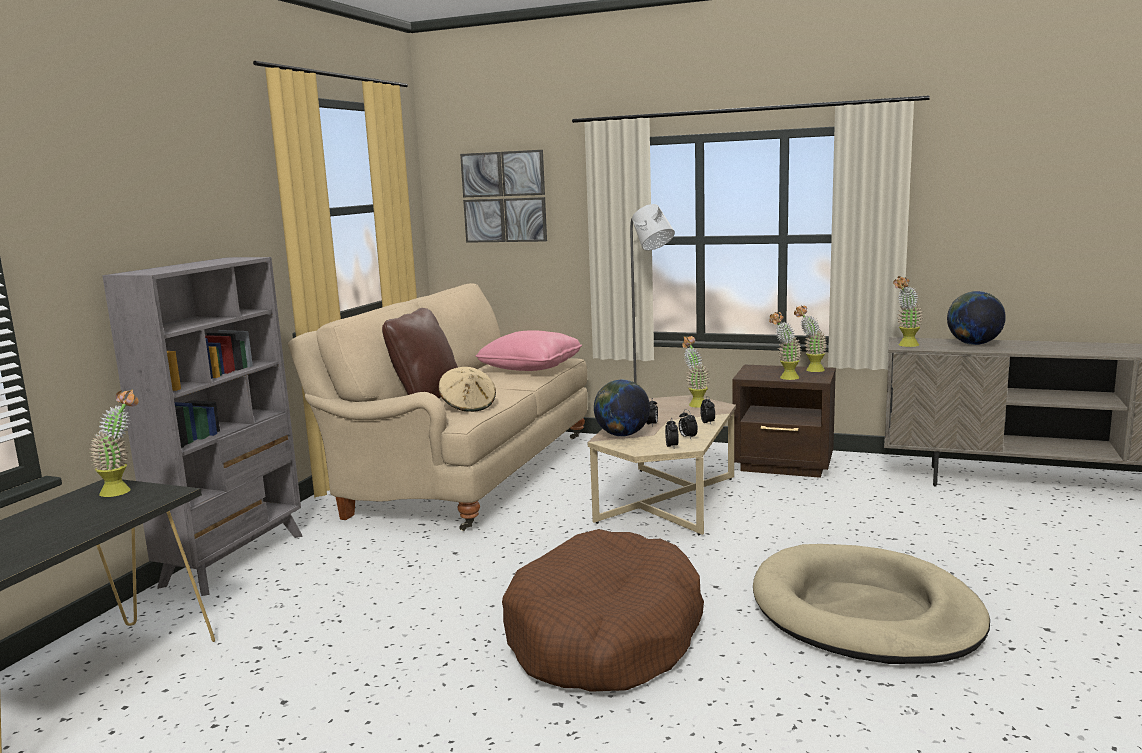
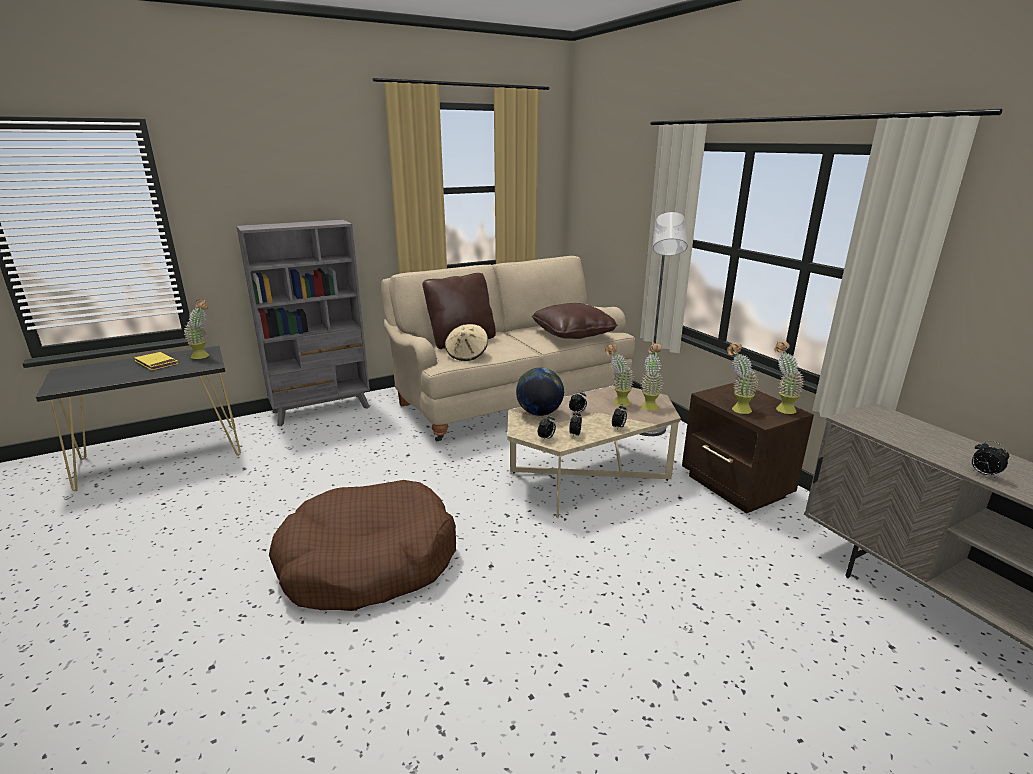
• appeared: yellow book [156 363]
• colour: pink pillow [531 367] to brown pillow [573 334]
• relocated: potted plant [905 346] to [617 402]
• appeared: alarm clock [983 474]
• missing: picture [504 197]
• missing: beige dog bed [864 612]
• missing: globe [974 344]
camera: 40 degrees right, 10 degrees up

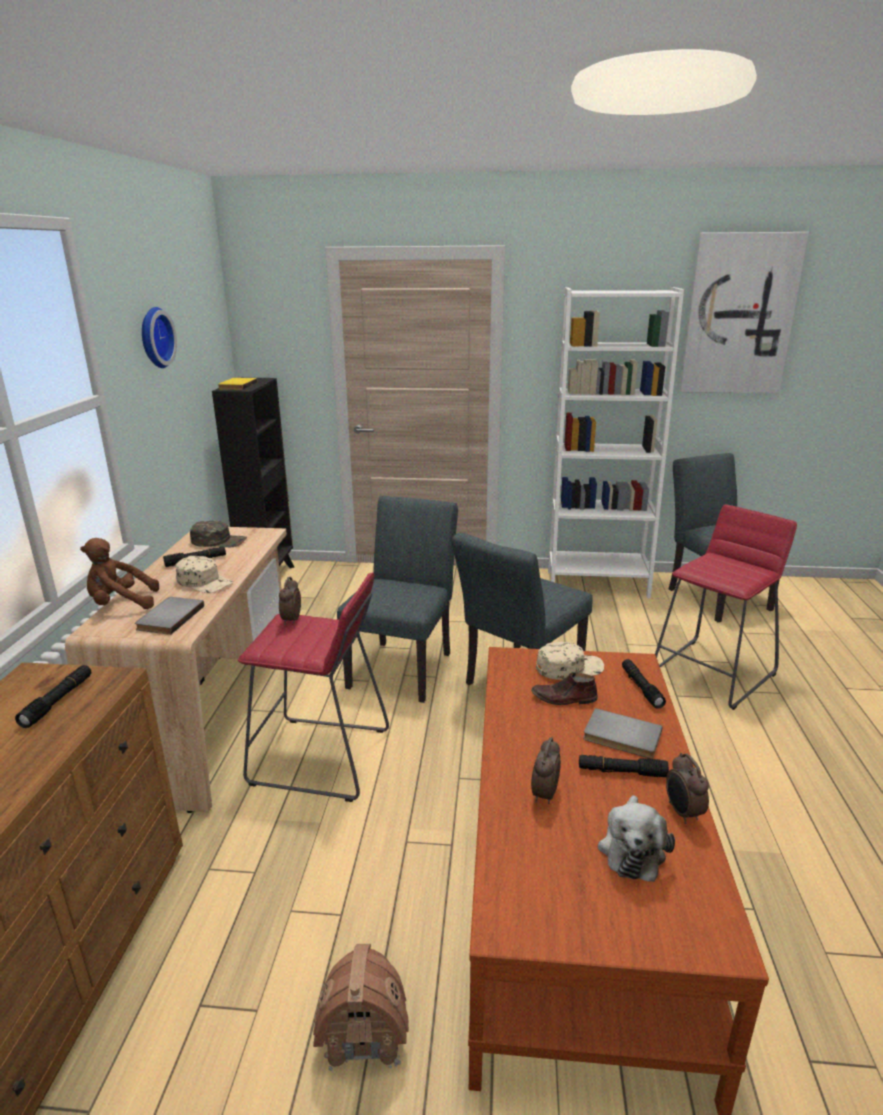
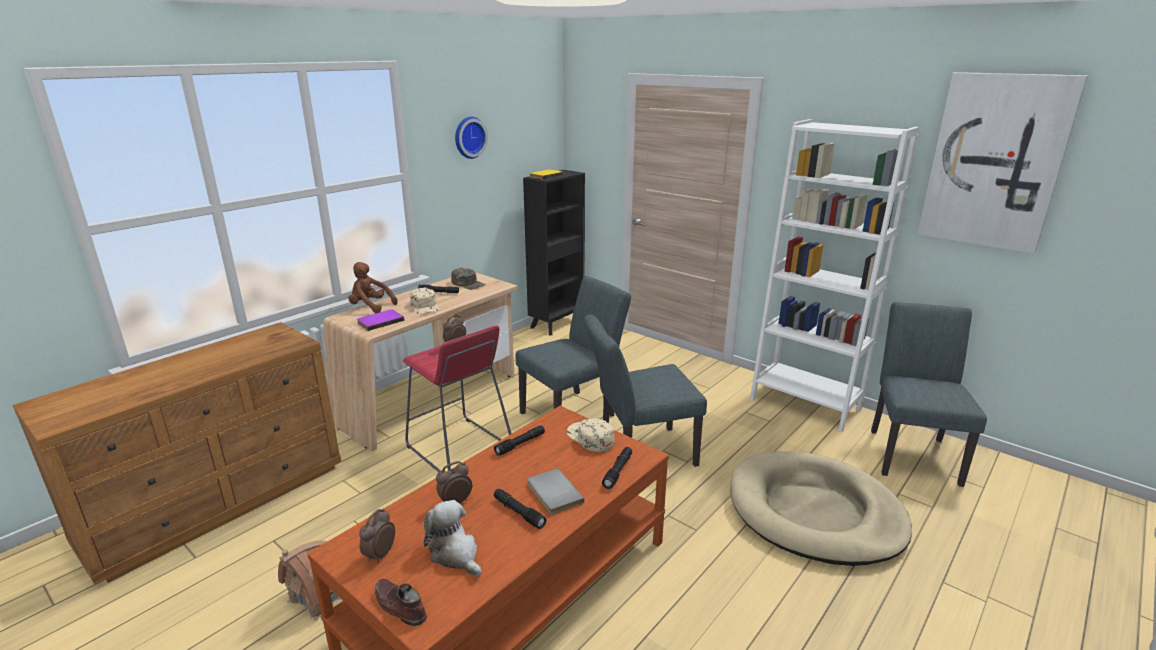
• colour: grey book [168 617] to purple book [380 321]
• relocated: alarm clock [682 812] to [379 555]
• relocated: brown shoe [564 698] to [399 606]
• spun: plush toy [632 849] = [455 554] 90 degrees clockwise
• relocated: black flashlight [58 701] to [520 444]
• spun: beige cap [569 667] = [590 438] 150 degrees counterclockwise
• exchanged: red stool [712 673] to beige dog bed [814 512]
camera: 35 degrees right, 0 degrees up

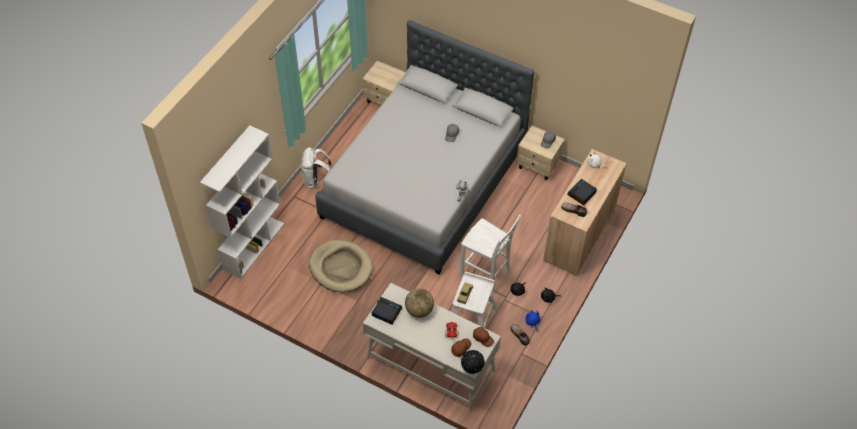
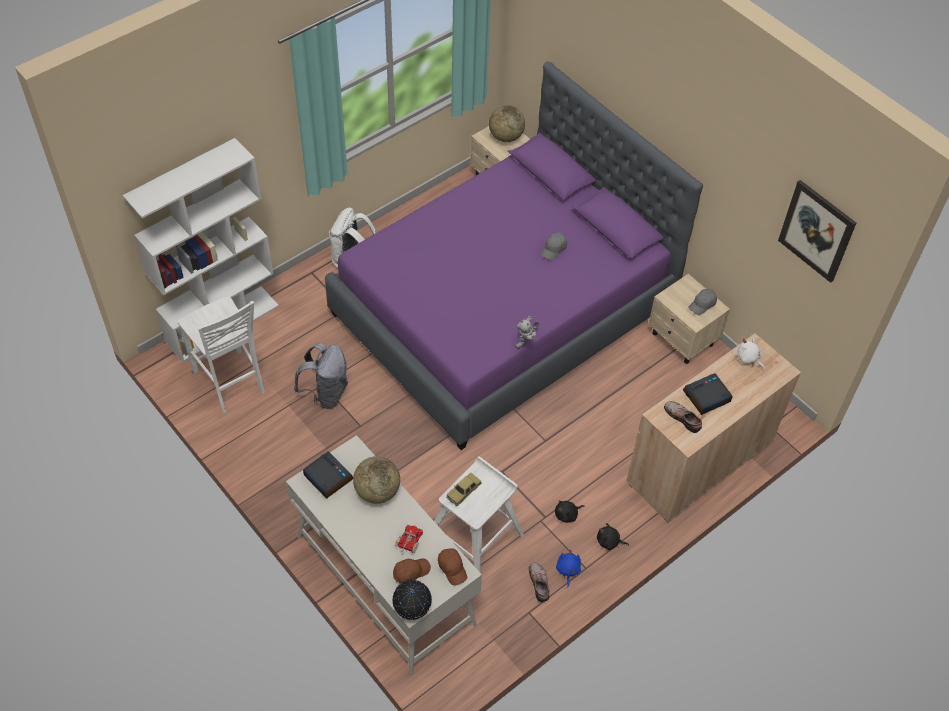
• relocated: white chair [486 274] to [230 383]
• exchanged: beige dog bed [341 268] to grey backpack [326 393]
• colour: grey bed [424 182] to purple bed [503 310]
• appeared: globe [506 137]
• appeared: picture [817 231]
camera: 20 degrees right, 0 degrees up

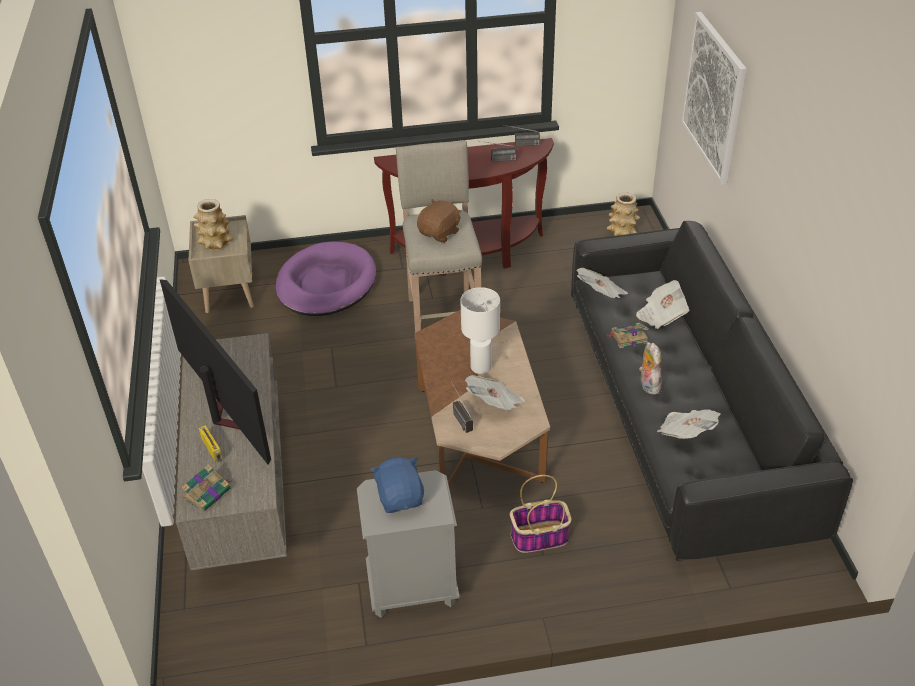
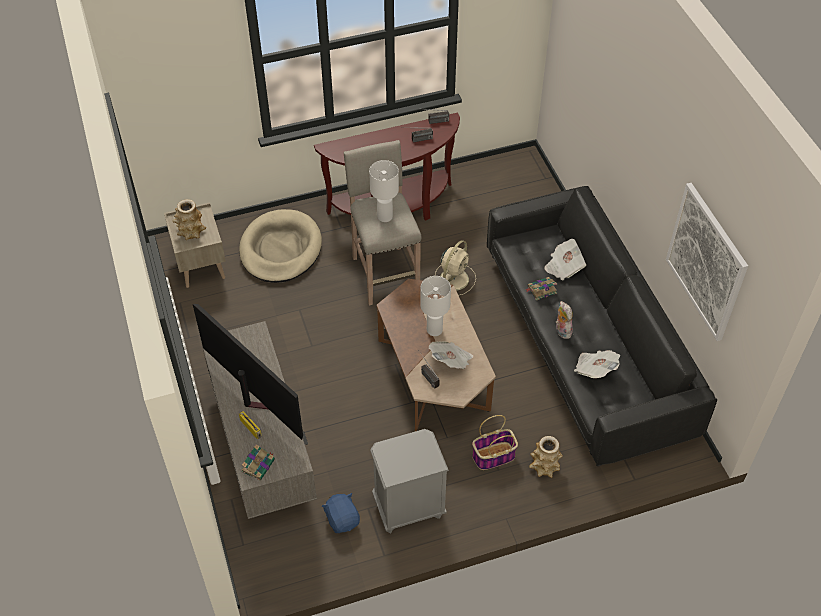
• colour: purple dog bed [326 284] to beige dog bed [280 249]
• relocated: blue plush toy [400 497] to [342 519]
• exchanged: brown plush toy [440 233] to white table lamp [384 217]
• appeared: beige fan [454 278]
• relocated: vase [622 232] to [544 466]
• relocated: picture [713 97] to [706 261]
• missing: newspaper [601 294]
camera: 10 degrees left, 10 degrees up

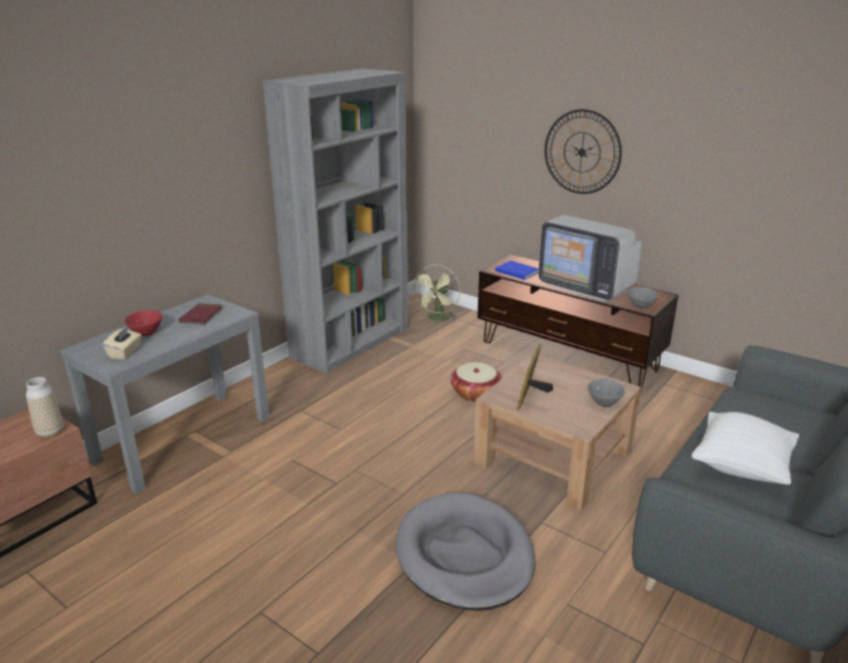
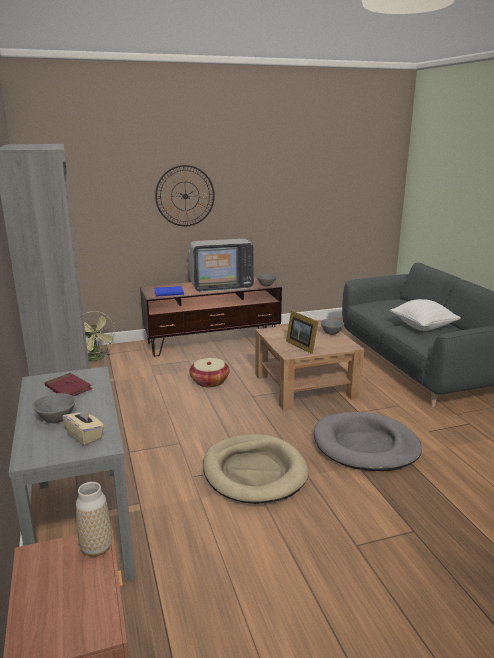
• colour: red bowl [145 333] to grey bowl [56 419]
• appeared: beige dog bed [254 472]
camera: 55 degrees left, 5 degrees down

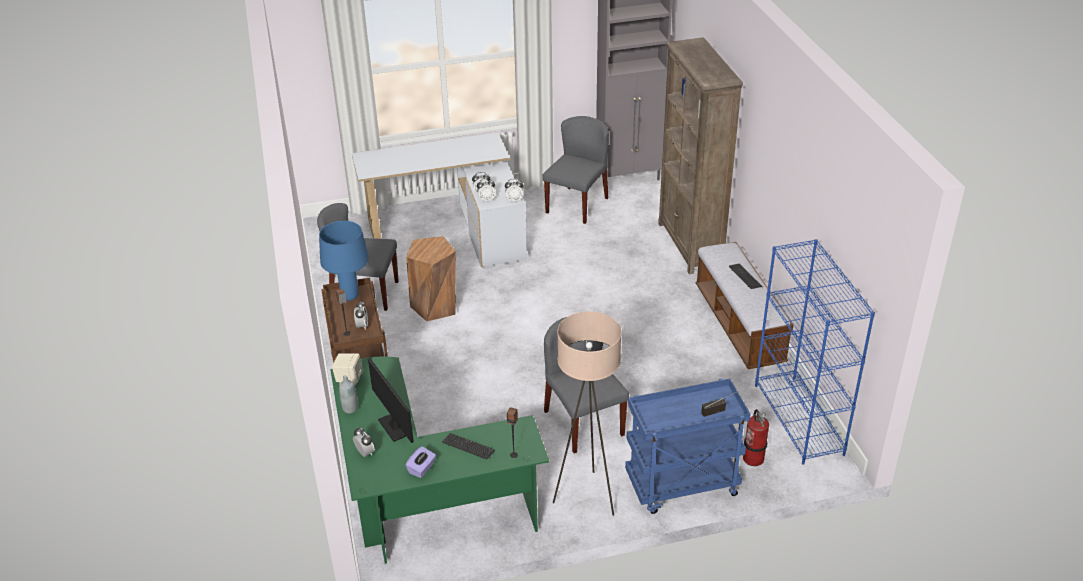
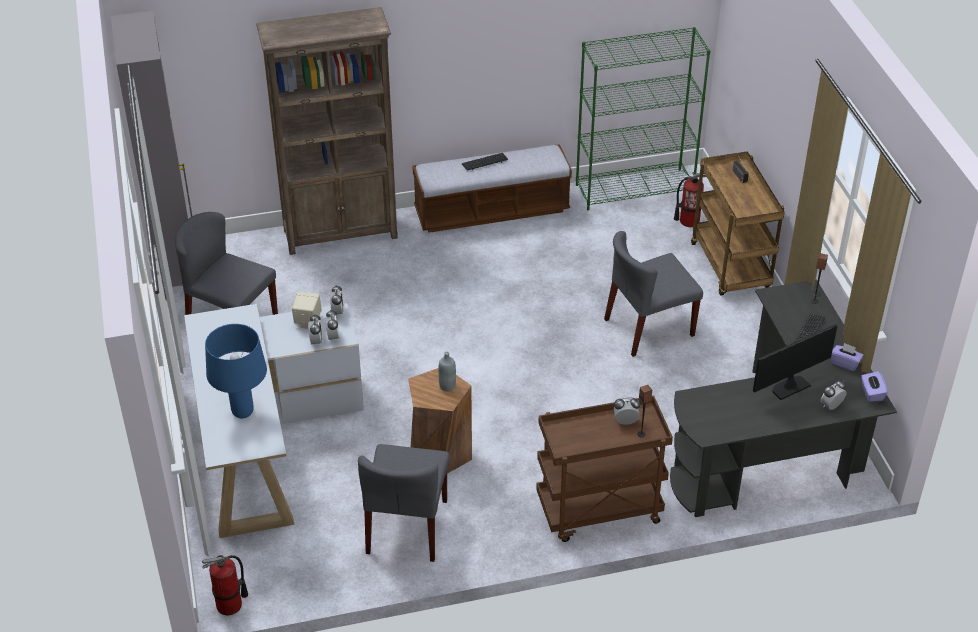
• appeared: fire extinguisher [229 605]
• relocated: blue table lamp [350 297] to [243 412]
• relocated: beige speaker [349 380] to [307 321]
• relocated: grey bottle [350 408] to [447 386]
• colour: blue bookcase [799 419] to green bookcase [635 189]
• colour: green desk [420 501] to black desk [777 449]
• colour: blue cart [681 487] to brown cart [731 267]
• appeared: purple tissue box [871 393]
• missing: beige floor lamp [586 496]
camera: 90 degrees left, 5 degrees up

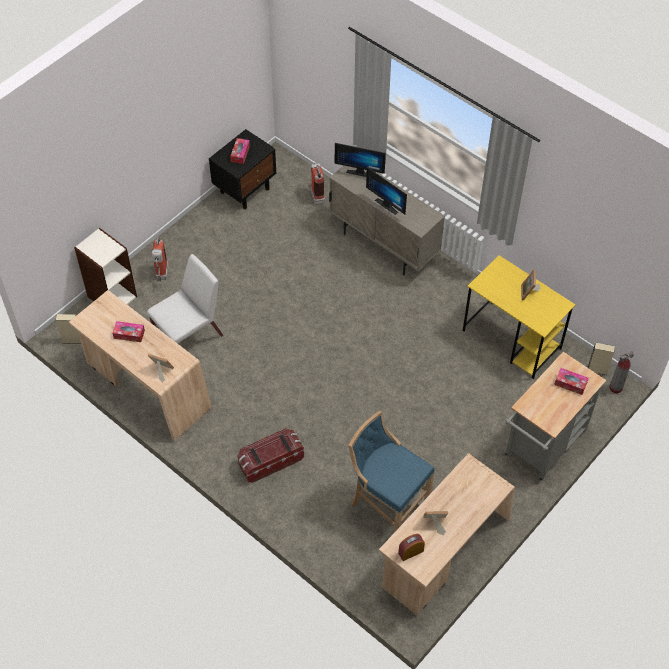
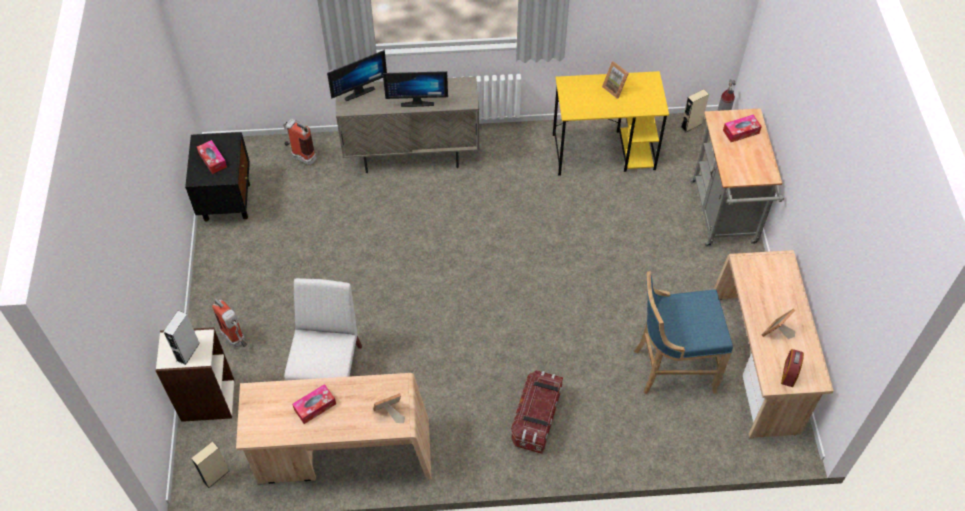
• appeared: grey speaker [188 352]
camera: 45 degrees left, 0 degrees up

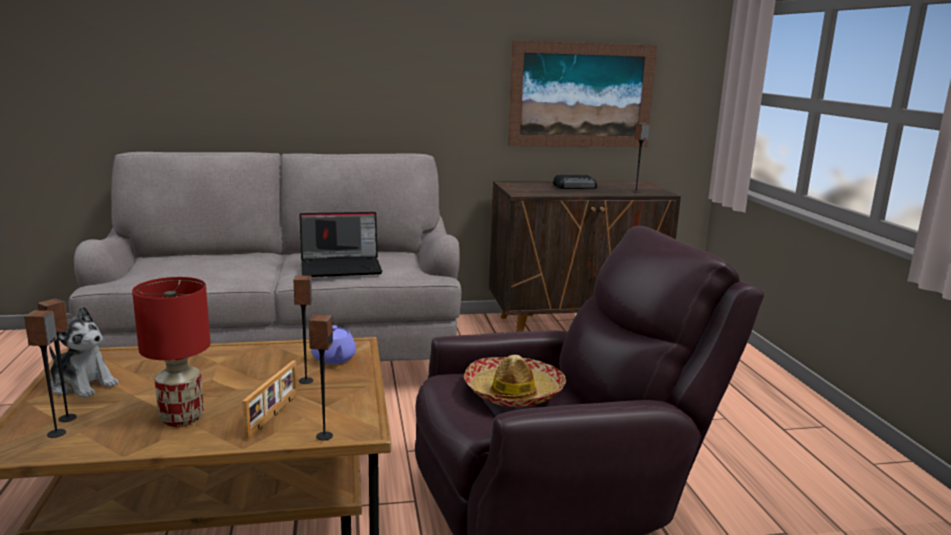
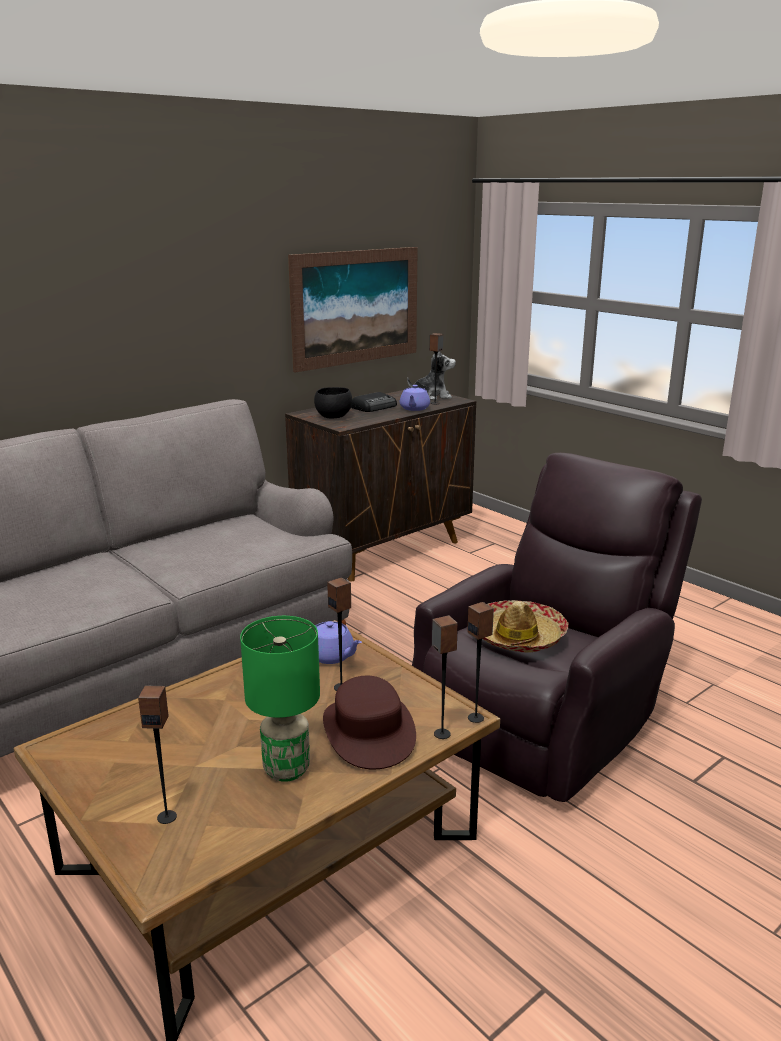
• colour: red table lamp [182 419] to green table lamp [287 769]
• appeared: black bowl [333 417]
• exchanged: picture frame [274 415] to brown hat [368 731]
• appeared: purple teapot [414 408]
• relocated: plush toy [83 385] to [432 396]
• relocated: speaker [57 433] to [476 718]
• missing: laptop [342 267]
camera: 30 degrees left, 5 degrees up

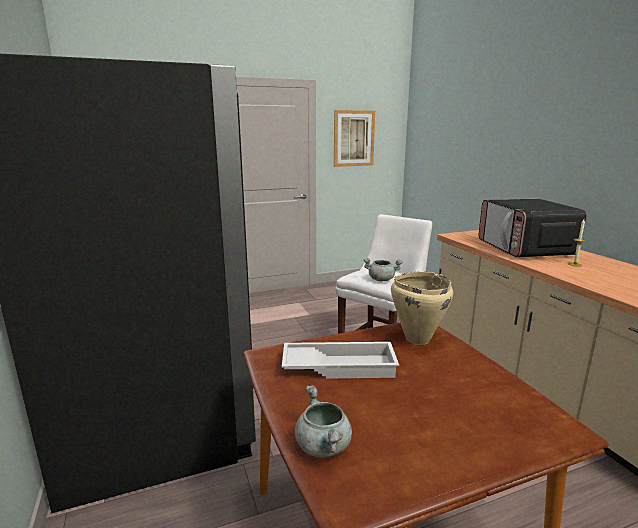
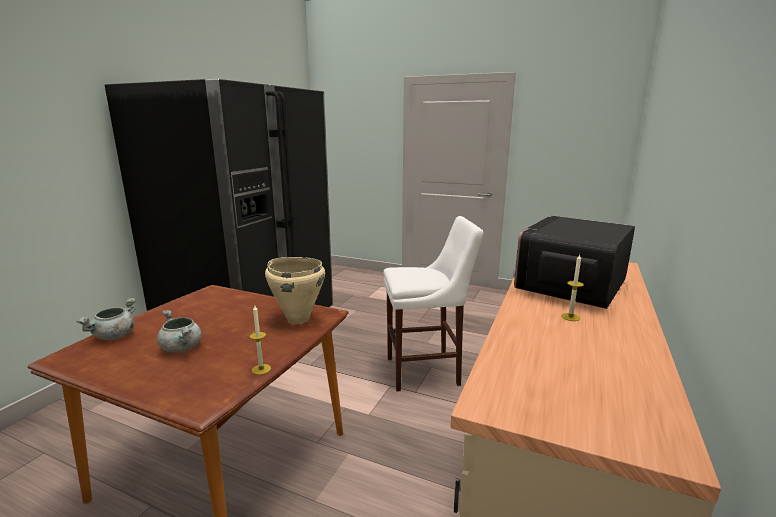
• relocated: grey cooking pot [381 279] to [182 348]
• appeared: candle [261 369]
• missing: white tray [339 365]
• missing: picture [354 138]
camera: 45 degrees right, 0 degrees up

